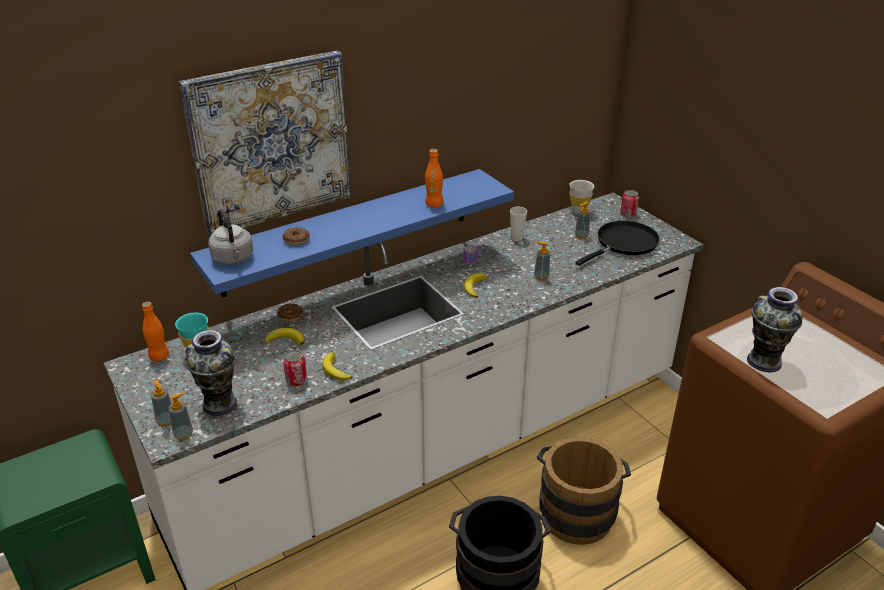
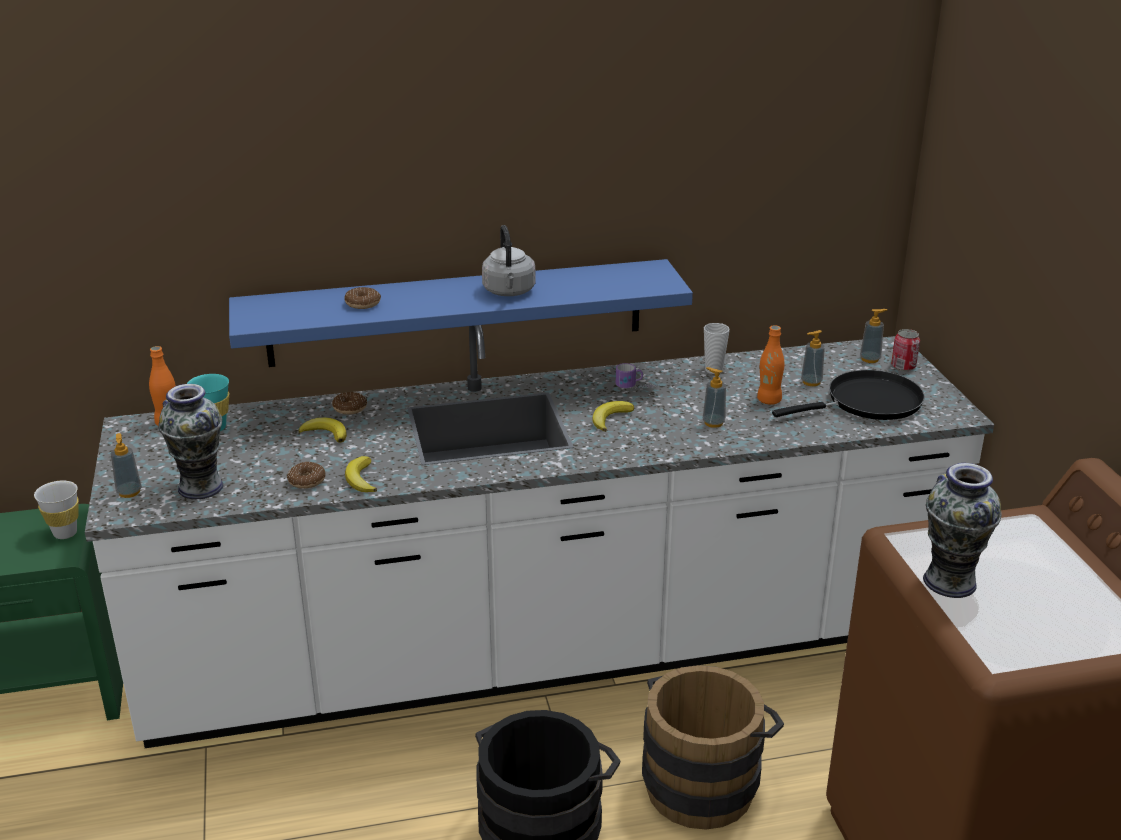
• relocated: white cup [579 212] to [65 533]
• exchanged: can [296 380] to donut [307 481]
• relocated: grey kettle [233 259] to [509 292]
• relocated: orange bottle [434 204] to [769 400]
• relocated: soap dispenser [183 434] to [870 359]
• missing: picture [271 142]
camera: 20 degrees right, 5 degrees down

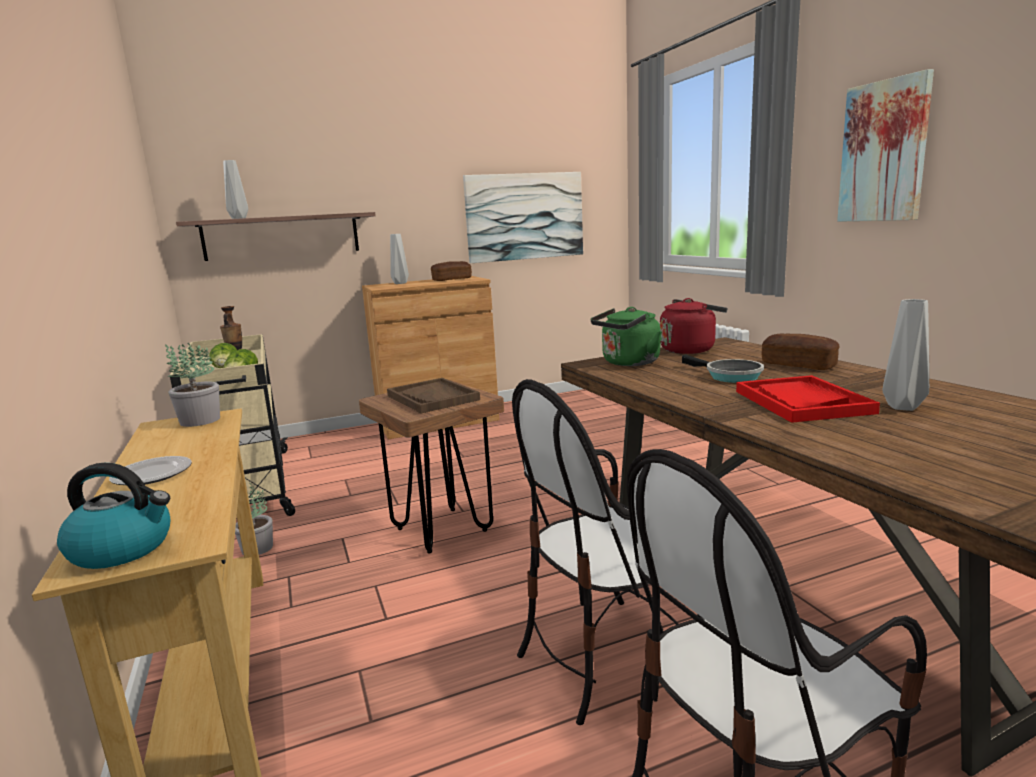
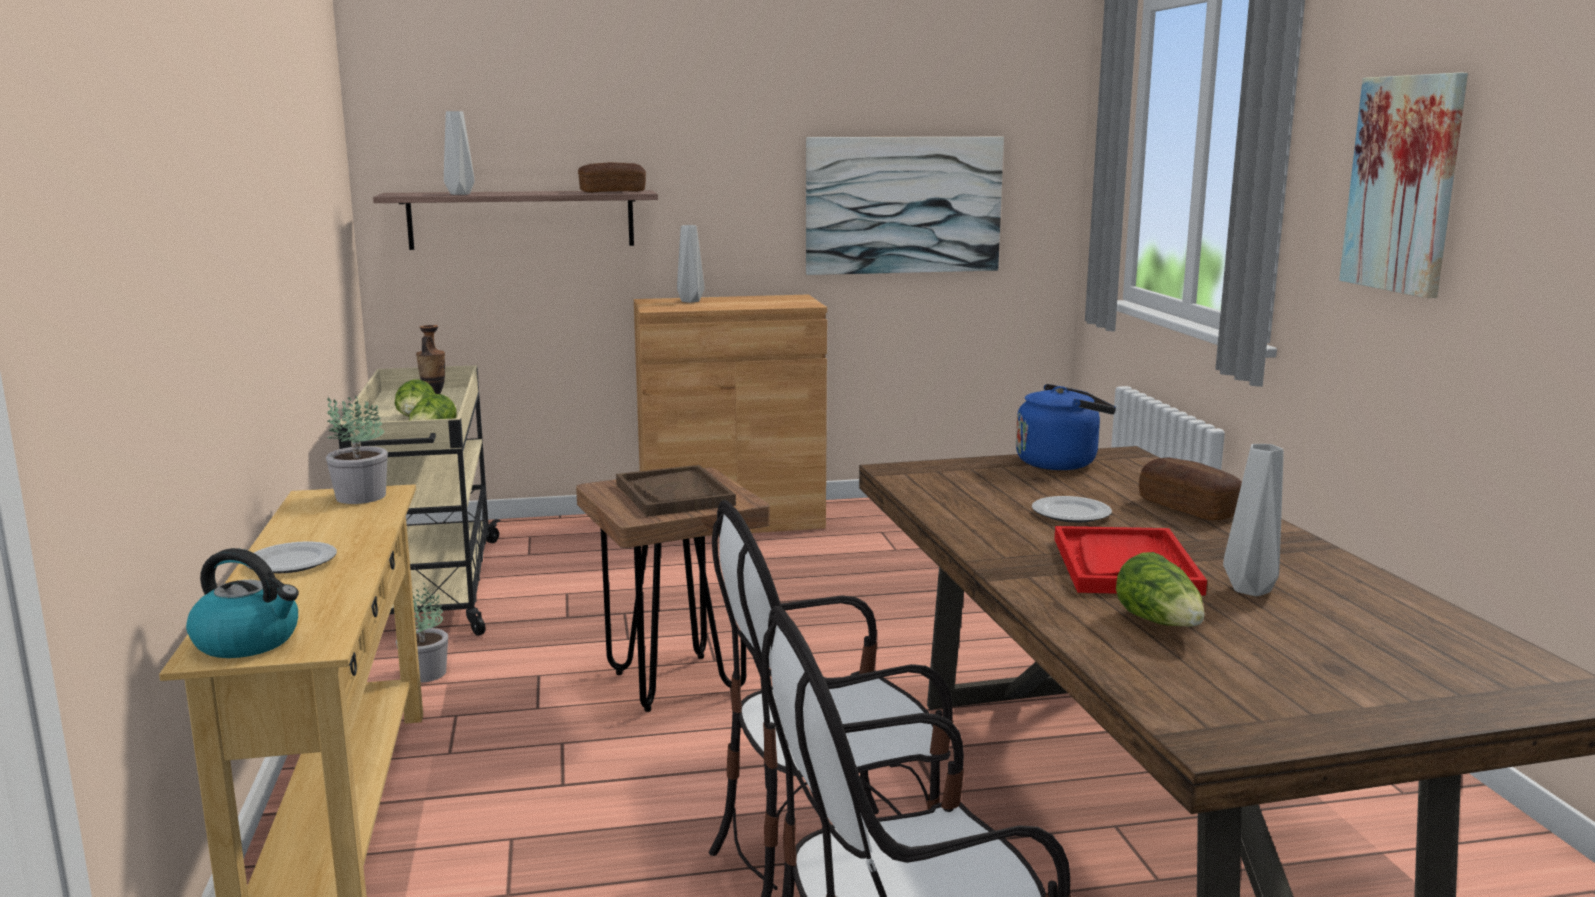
• relocated: bread [452 279] to [612 192]
• colour: red kettle [689 349] to blue kettle [1061 462]
• exchanged: frying pan [729 376] to plate [1071 514]
• appeared: lettuce [1160 623]
• missing: green kettle [628 363]
camera: 10 degrees right, 0 degrees up

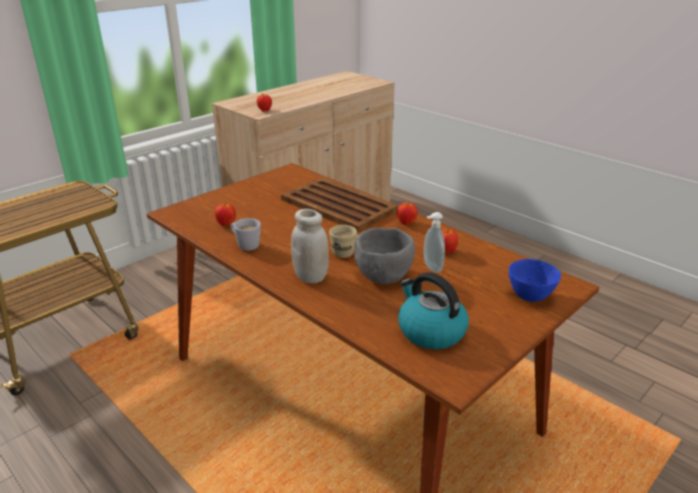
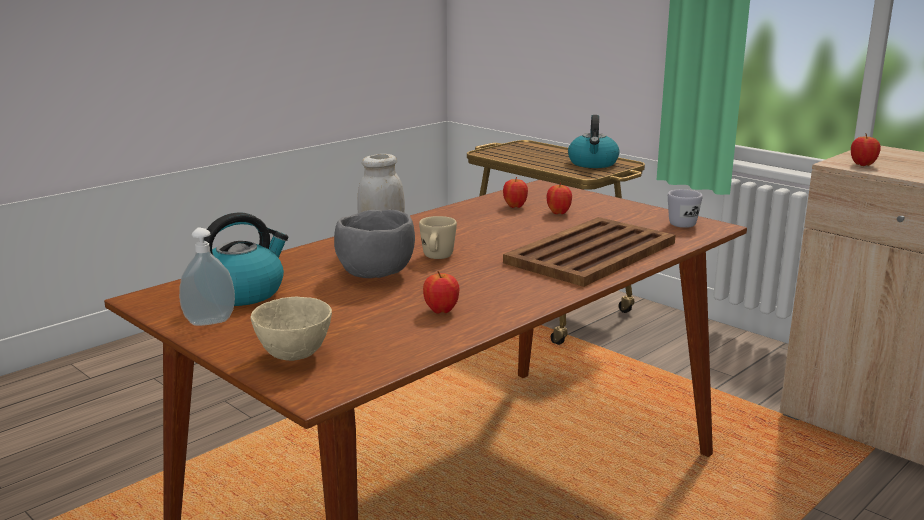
• relocated: soap dispenser [431 268] to [209 321]
• colour: blue bowl [529 296] to beige bowl [296 355]
• relocated: apple [406 223] to [558 213]
• appeared: kettle [593 163]
• relocated: white mug [245 245] to [685 223]
camera: 90 degrees right, 10 degrees down

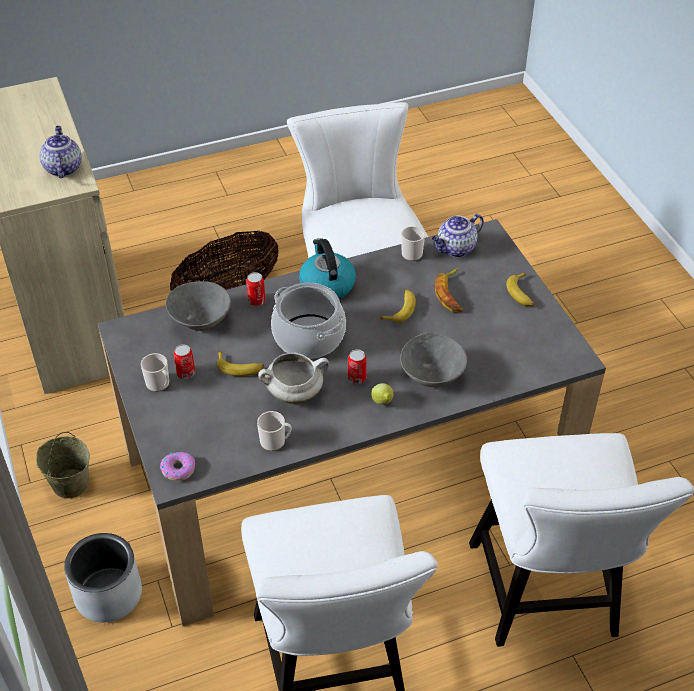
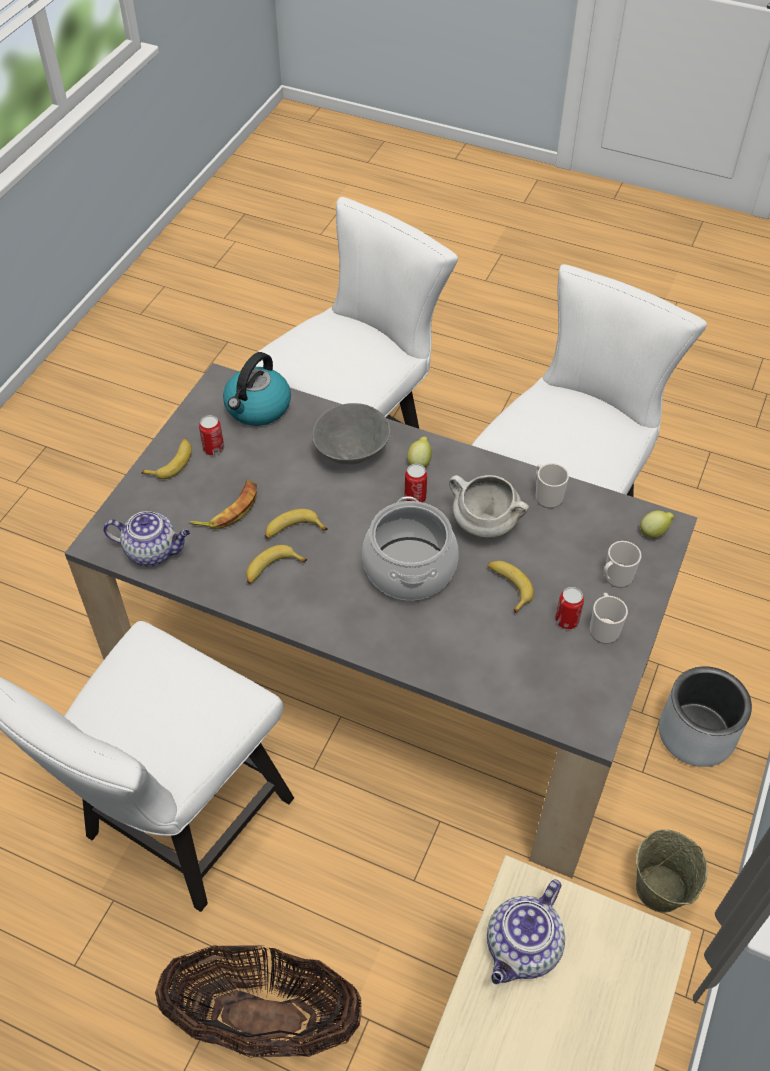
• relocated: can [256 301] to [213 449]
• relocated: kettle [326 285] to [257 408]
• appeared: banana [272 569]
• relocated: mug [412 252] to [615 577]
• exchanged: donut [178 469] to lemon [654 532]
• missing: grey bowl [200 321]
camera: 135 degrees left, 5 degrees up

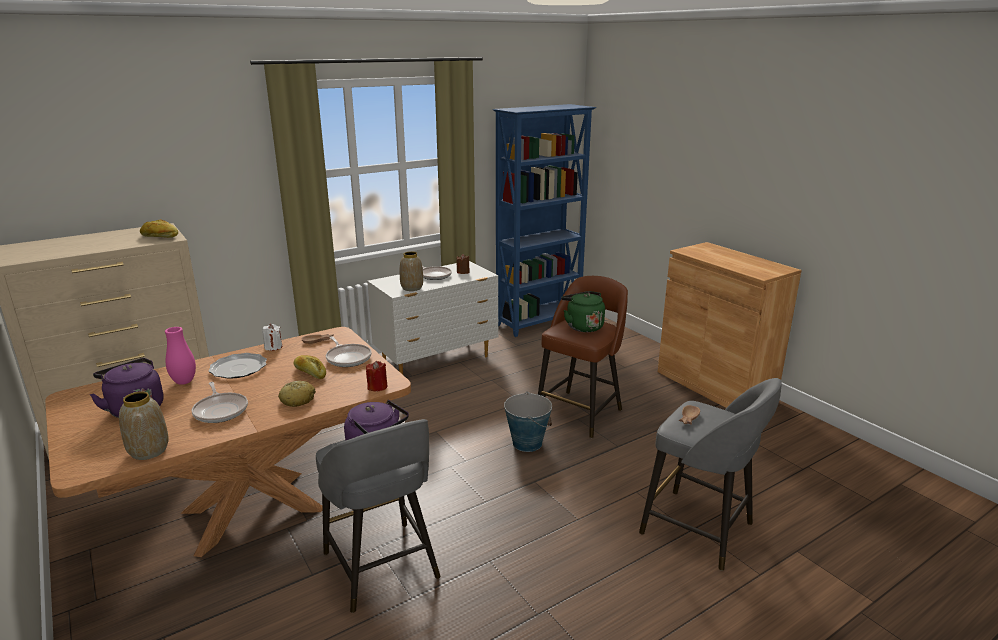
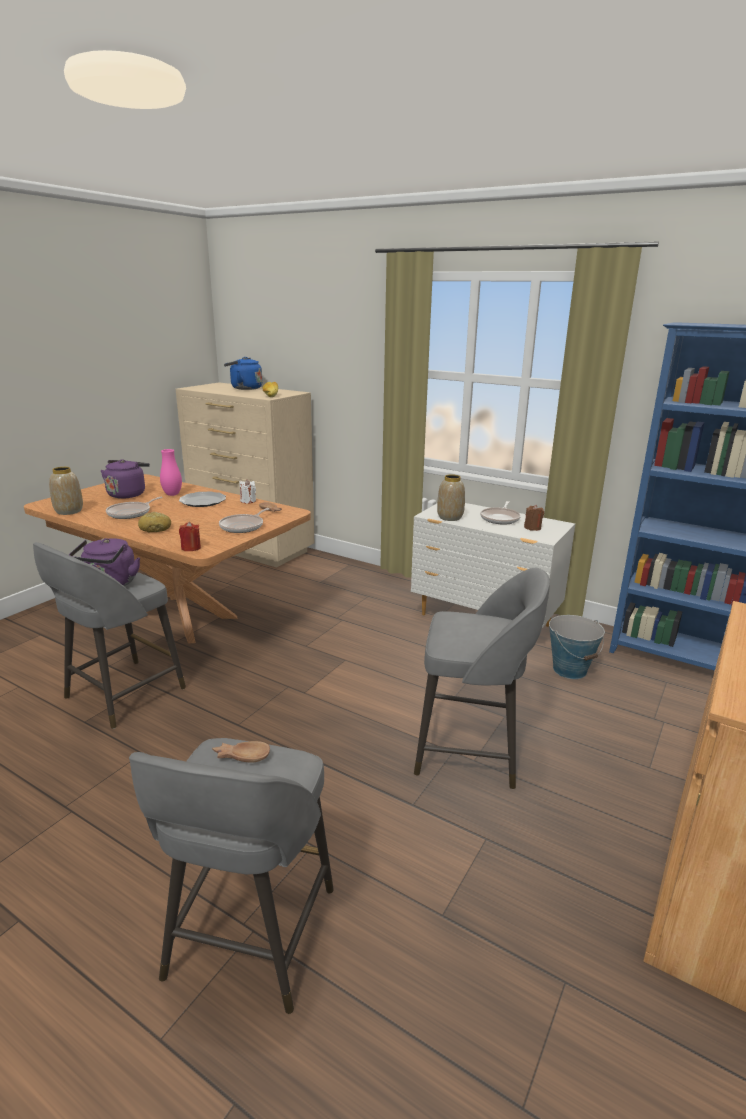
• appeared: blue kettle [244 388]
• colour: brown stool [580 412] to grey stool [471 750]
• relocated: bucket [527 443] to [570 670]
• missing: bread [310 372]
• missing: green kettle [582 326]
camera: 65 degrees right, 0 degrees up

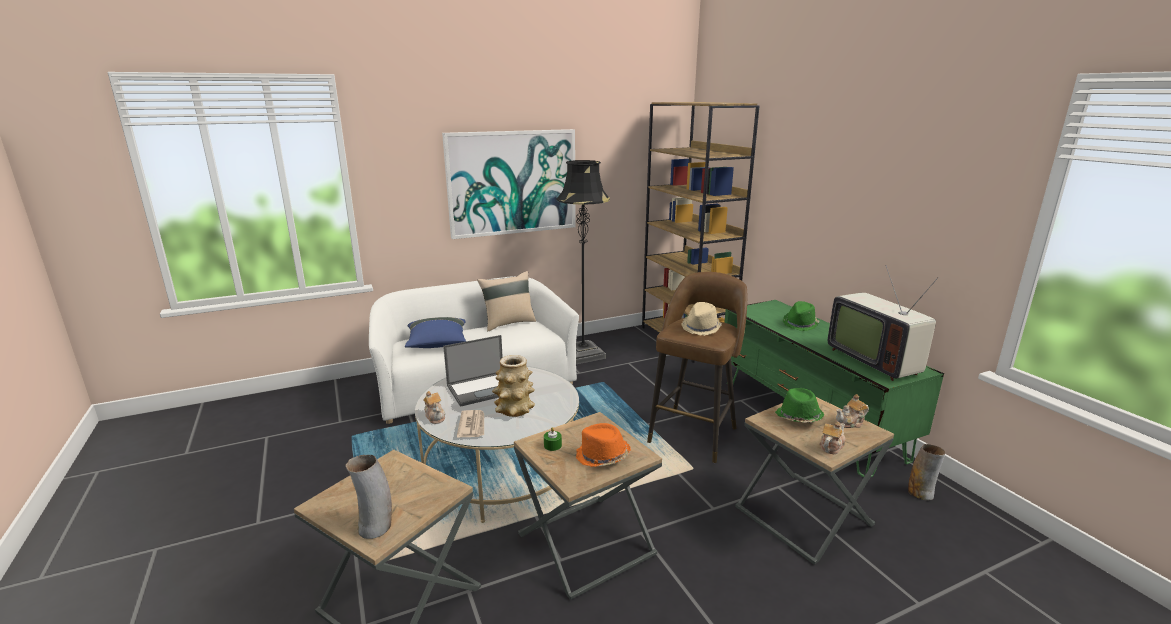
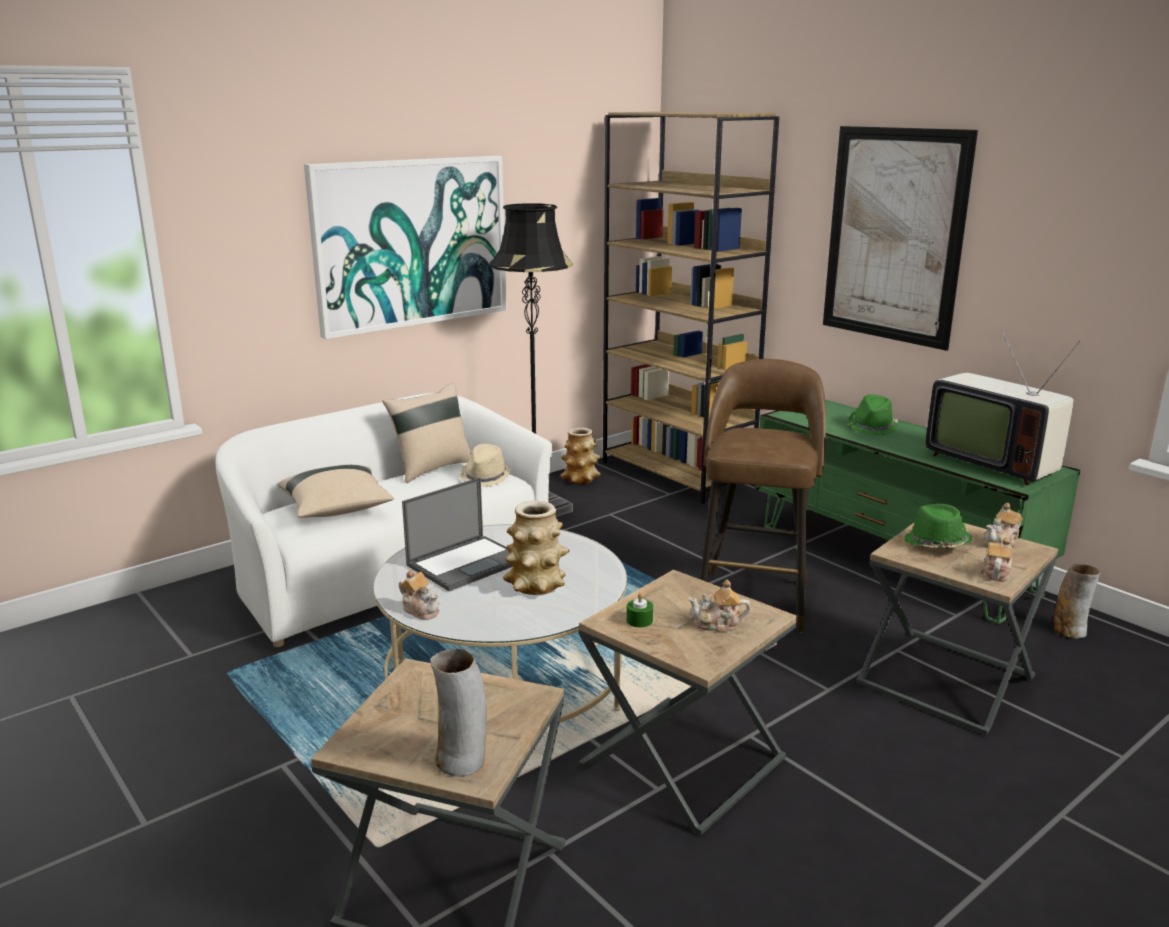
• colour: blue pillow [437 344] to beige pillow [337 509]
• relocated: beige hat [701 328] to [486 477]
• appeared: vase [581 479]
• exchanged: orange hat [602 456] to teapot [718 625]
• appeared: picture [894 236]
• missing: newspaper [472 425]
camera: 15 degrees left, 0 degrees up

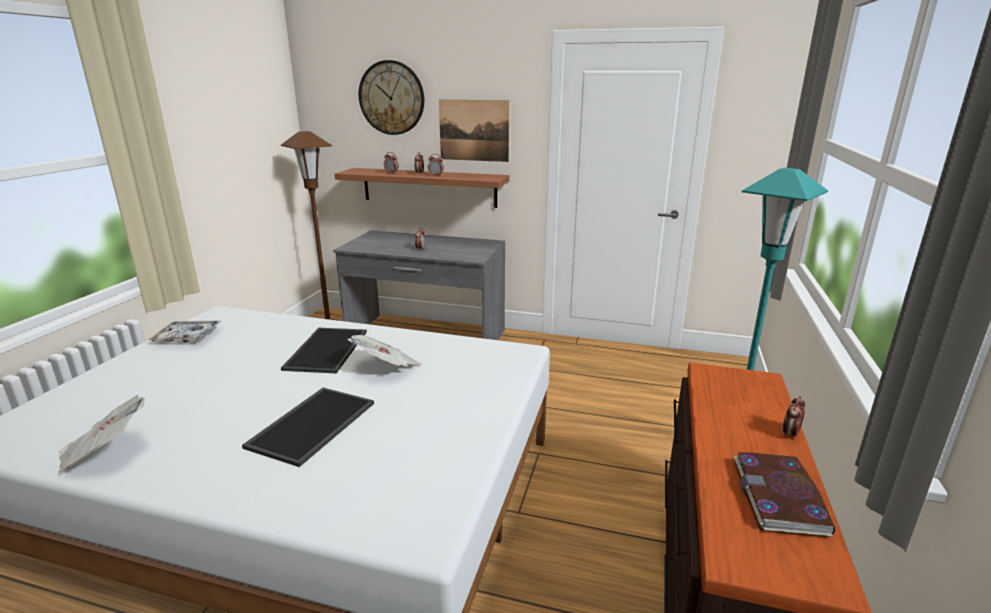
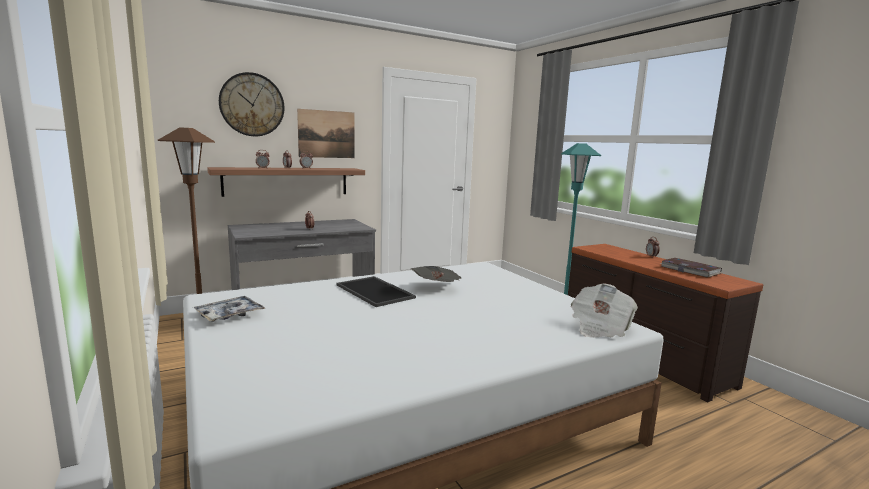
• relocated: newspaper [105 451] to [599 327]
• missing: tray [311 423]
camera: 45 degrees left, 10 degrees down

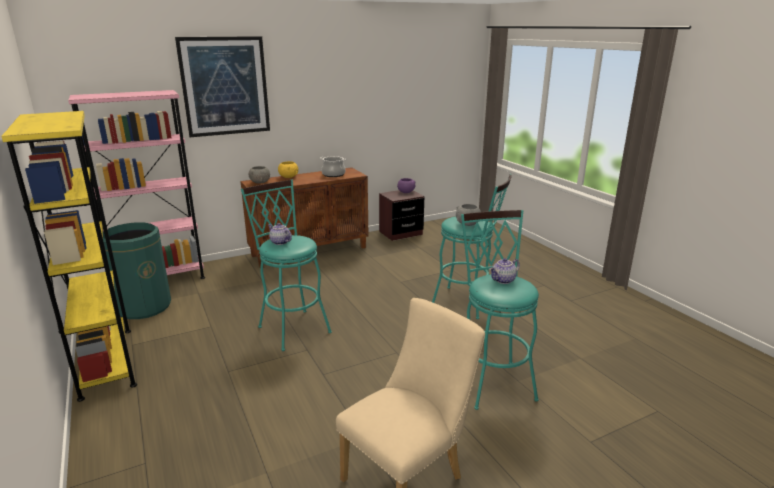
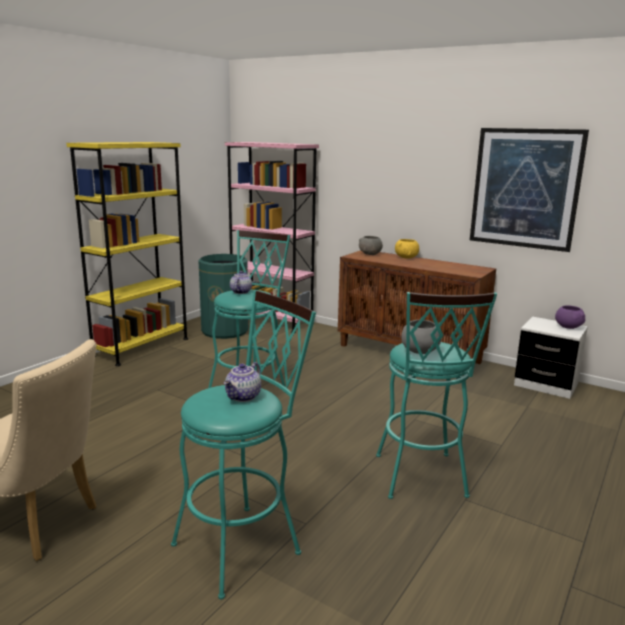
• spun: teapot [503 280] = [243 397] 90 degrees counterclockwise
• relocated: picture [225 86] to [525 188]
• colour: brown nightstand [401 233] to white nightstand [545 385]
• missing: cooking pot [333 174]
camera: 60 degrees right, 5 degrees down

